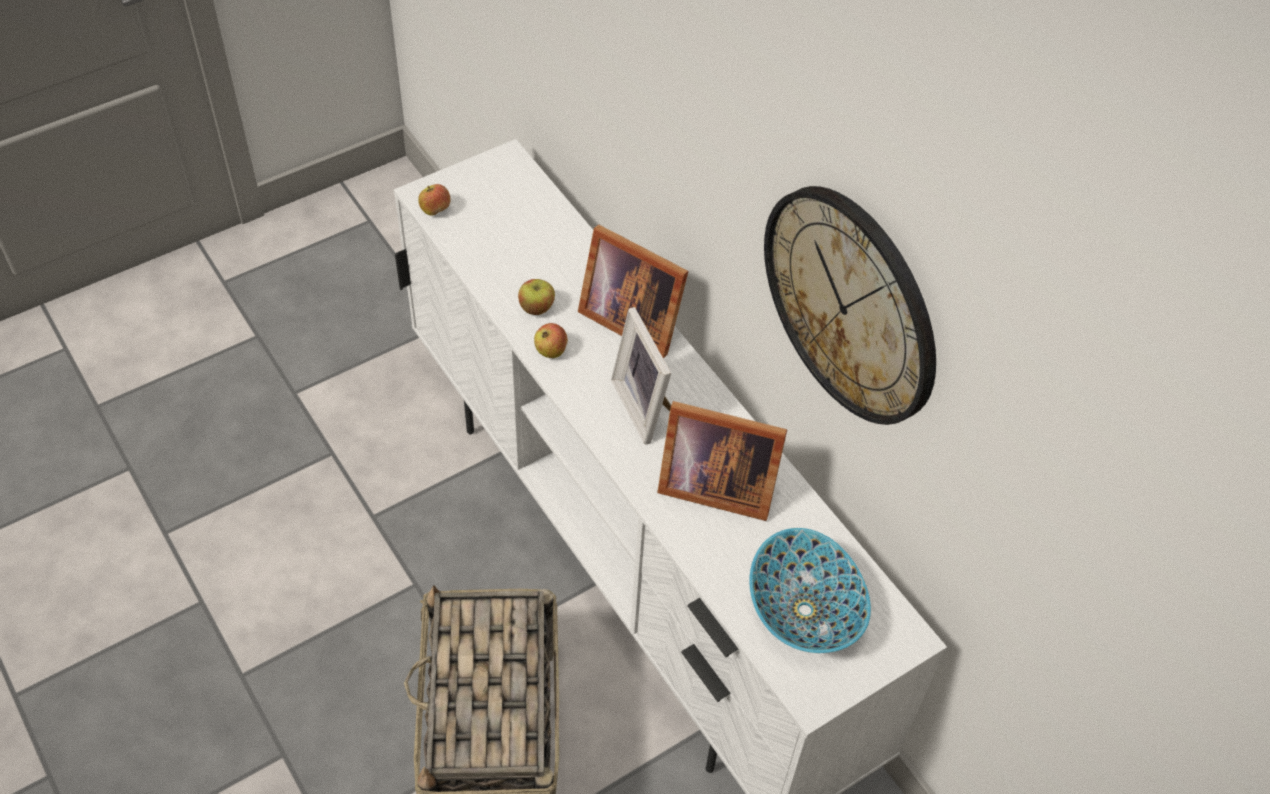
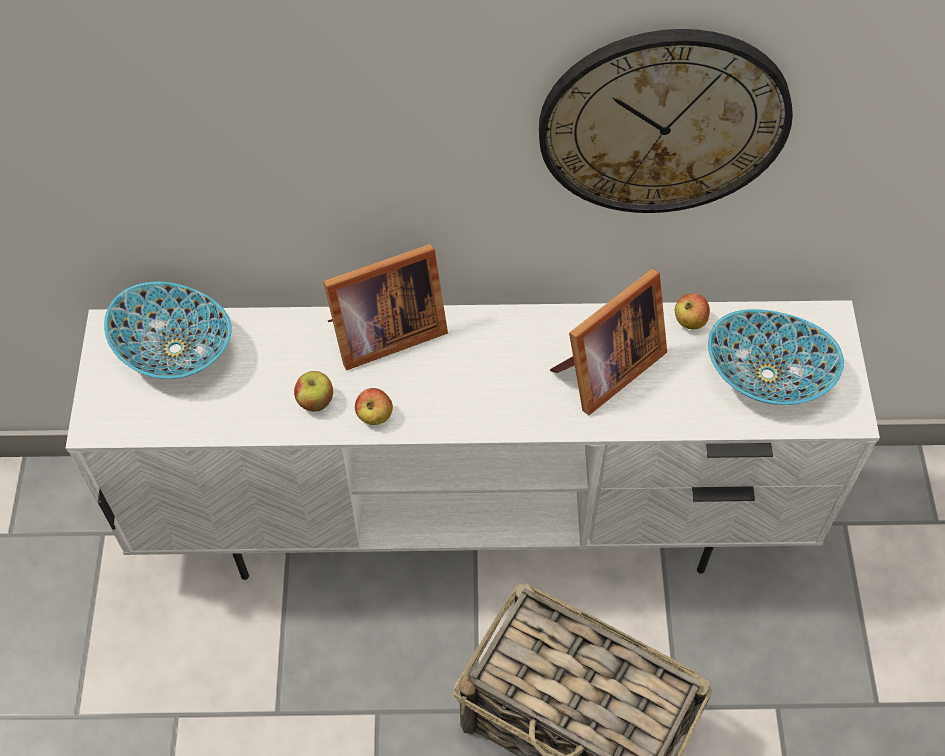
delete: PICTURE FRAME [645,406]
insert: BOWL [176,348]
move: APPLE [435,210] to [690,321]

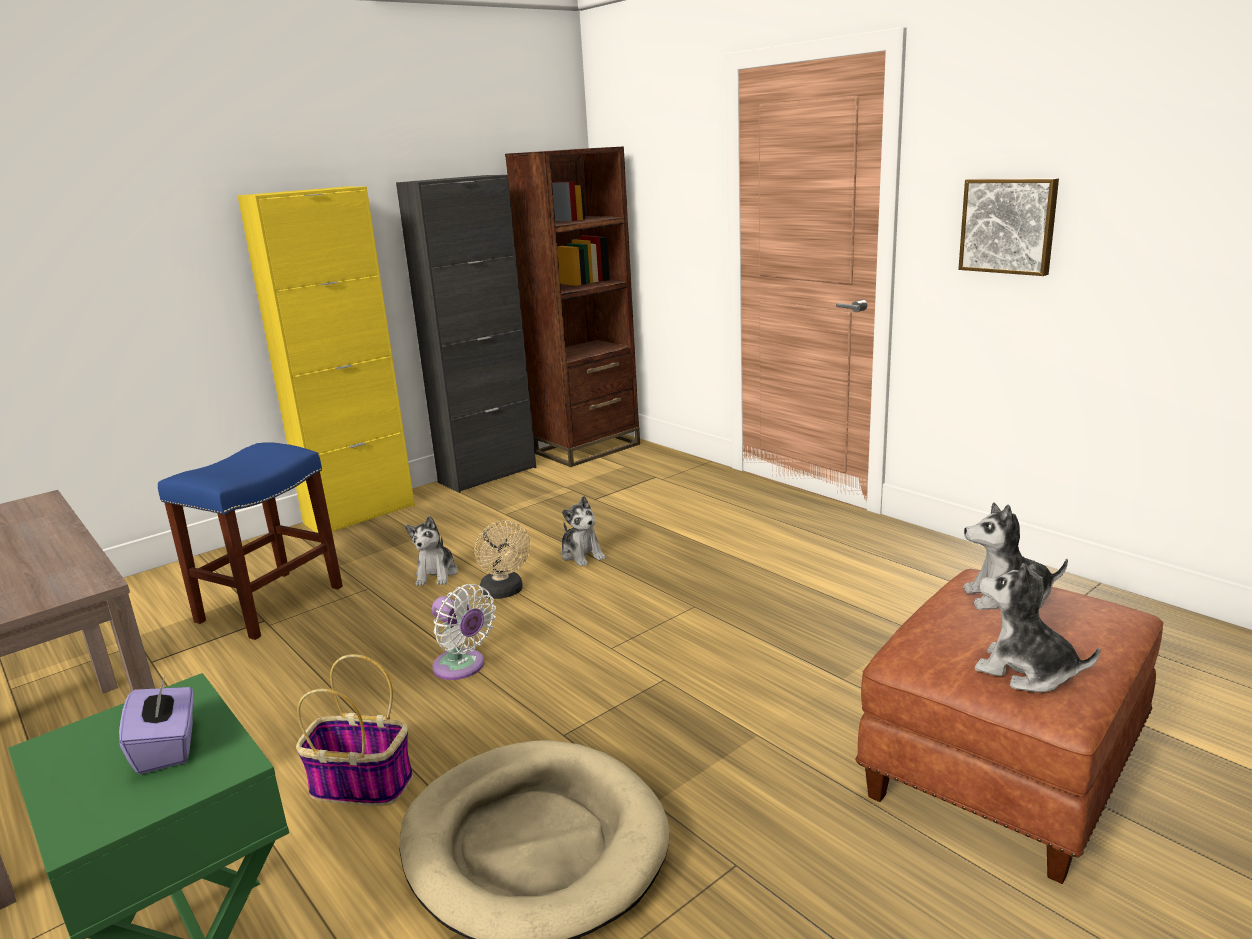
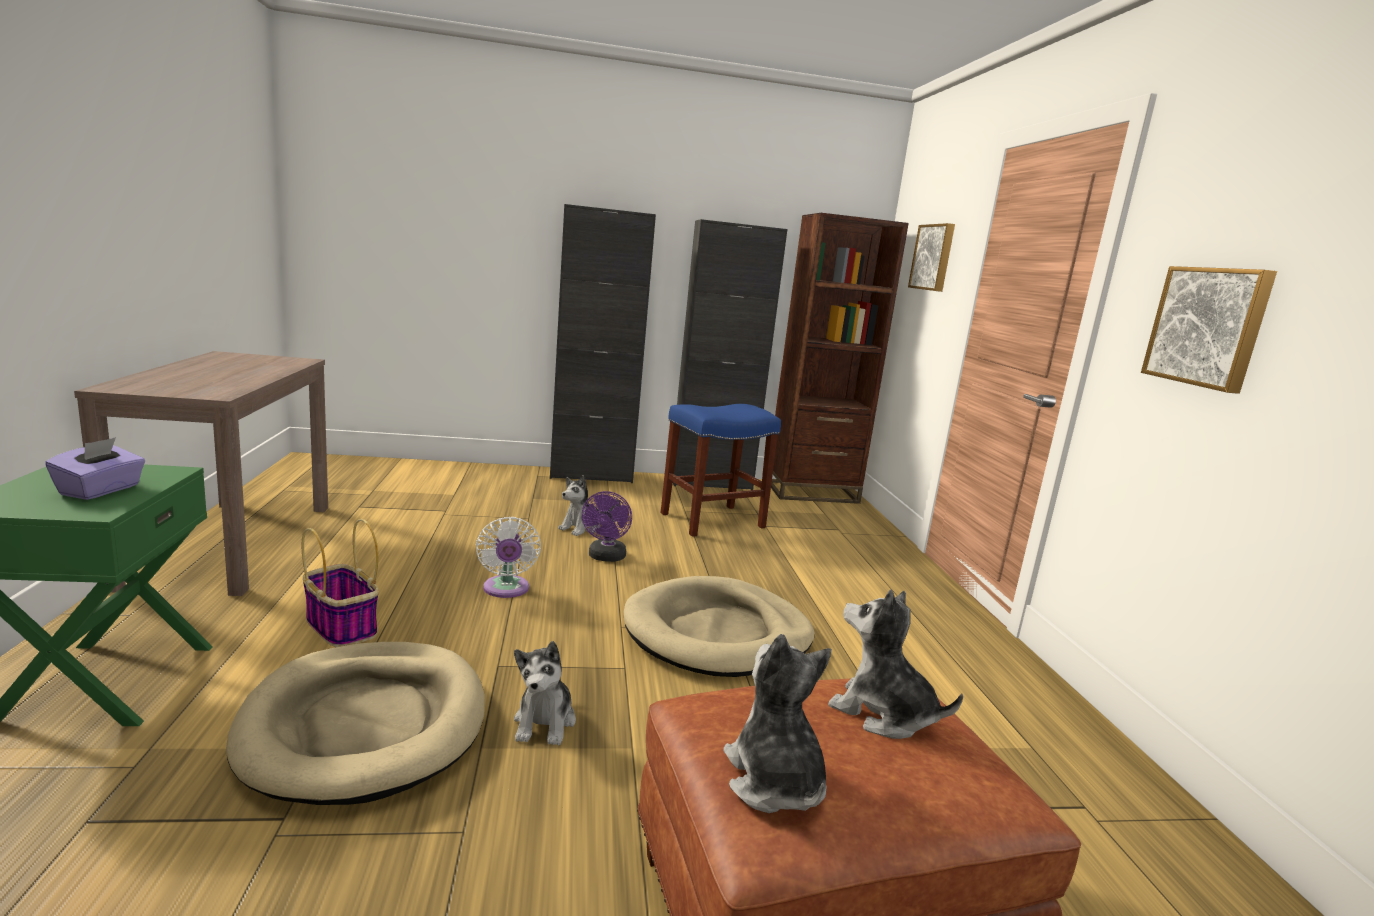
insert: BEIGE DOG BED [717,633]; PICTURE [933,257]
move: BLUE STOOL [271,603] to [713,520]; PLUSH TOY [582,555] to [544,722]
recolor: YELLOW CABINET [359,514] to BLACK CABINET [591,475]; BEIGE FAN [504,592] to PURPLE FAN [606,557]

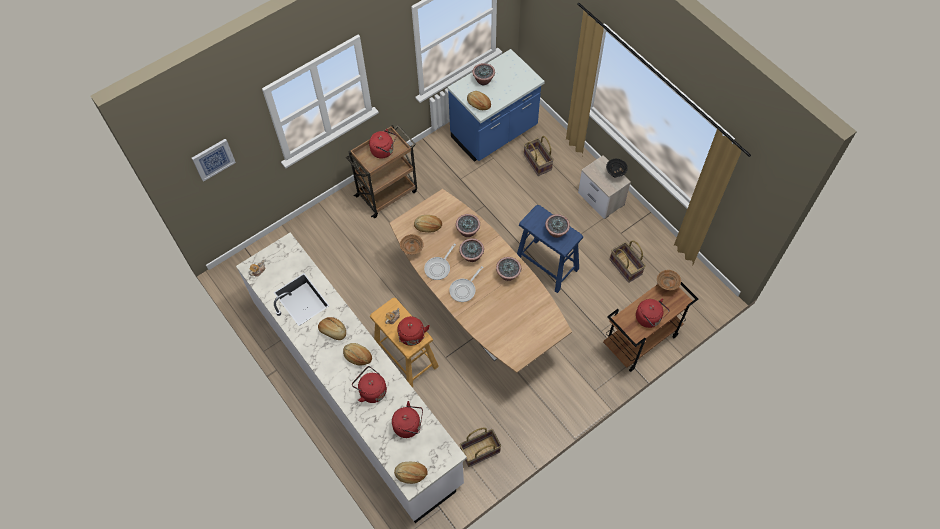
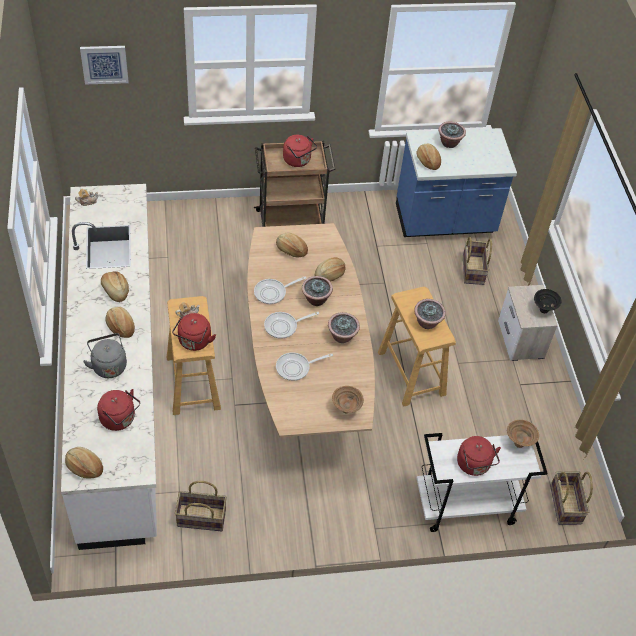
insert: FRYING PAN [296,368]
move: BROWN BOWL [412,251] to [346,409]; BASKET [626,267] to [566,505]
replace: POTTED PLANT [468,231] to BREAD [330,275]
recolor: RED KETTLE [371,390] to GREY KETTLE [108,365]; BLUE STOOL [547,265] to BEIGE STOOL [411,374]; BROWN CART [640,341] to WHITE CART [465,506]

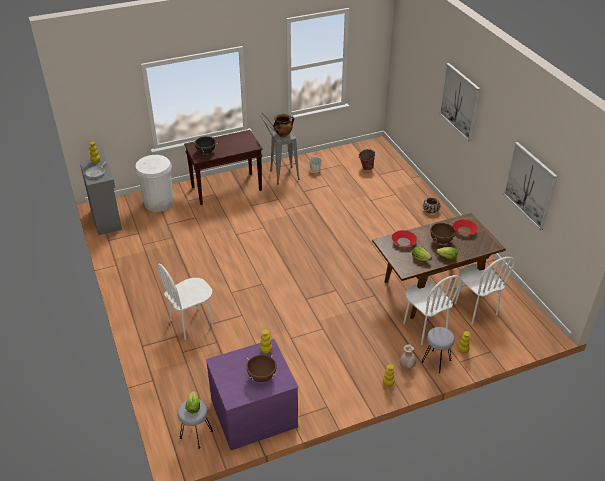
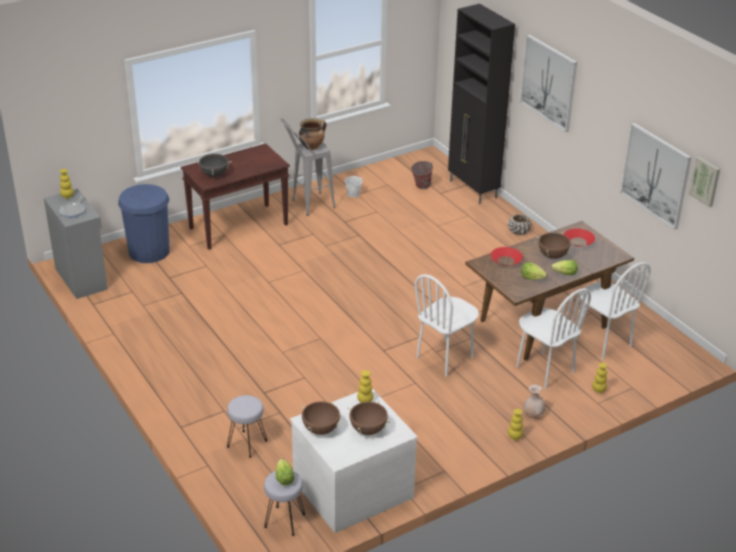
insert: BROWN COOKING POT [321,429]; BLACK CABINET [473,190]; PICTURE [705,181]
move: WHITE CHAIR [191,323] to [445,357]; GREY STOOL [436,361] to [247,444]
recolor: WHITE TRASH CAN [158,202] to BLUE TRASH CAN [149,251]; PURPLE DRESSER [253,412] to WHITE DRESSER [352,487]

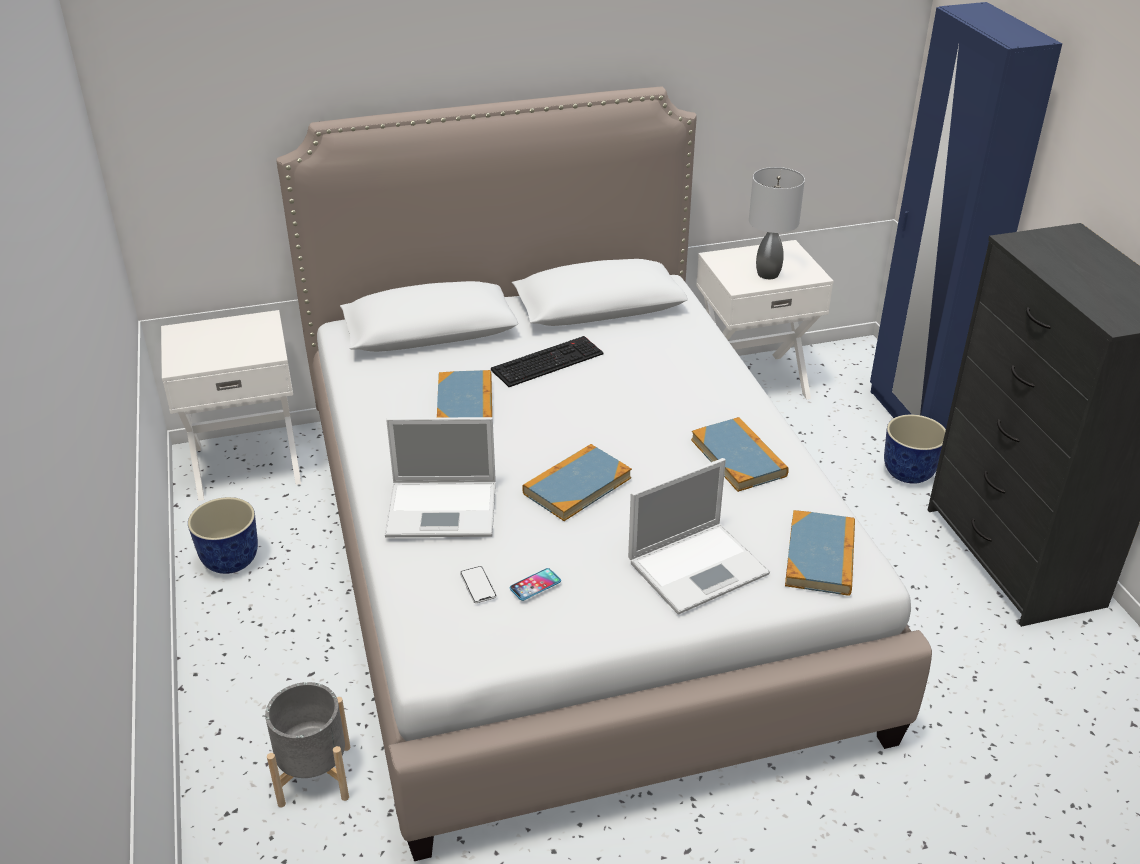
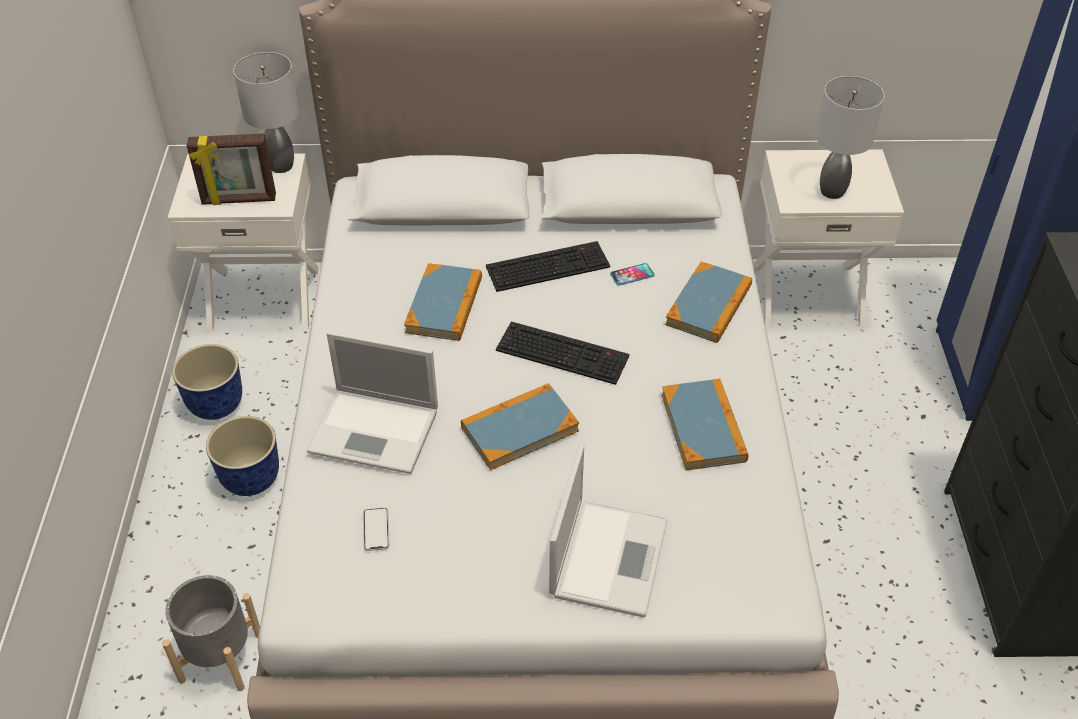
insert: PICTURE FRAME [239,200]; GREY TABLE LAMP [281,165]; KEYBOARD [564,352]
move: PHONE [535,585] to [632,275]; BOOK [820,556] to [709,305]; PLANTER [907,473] to [250,479]
rotate: LAPTOP [700,566] = [609,555] 60 degrees counterclockwise

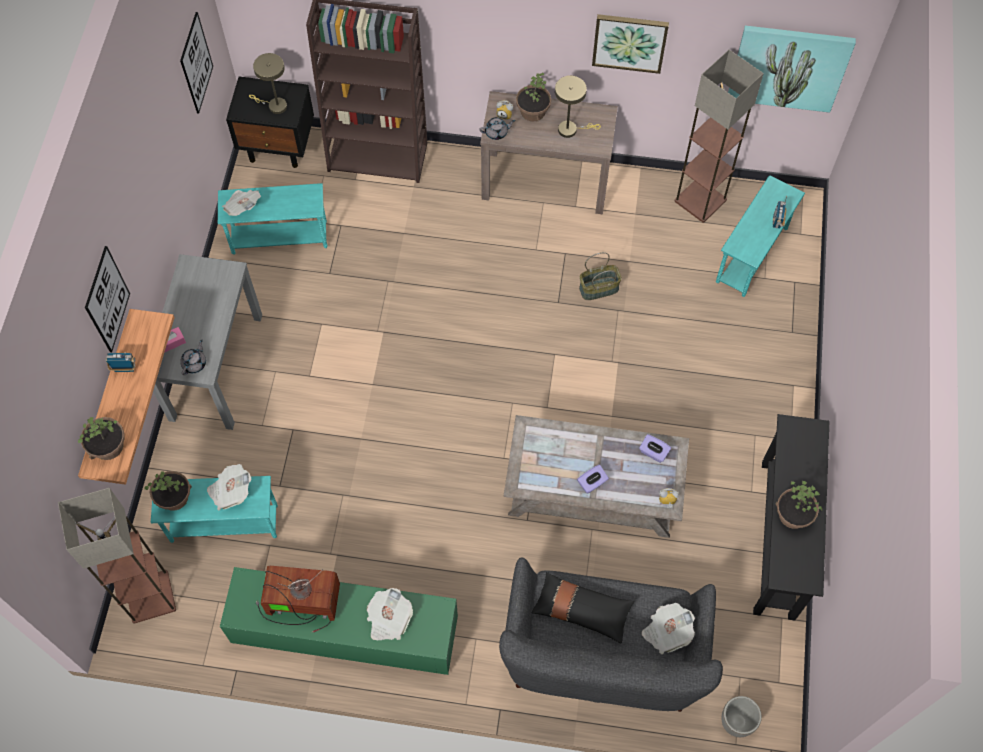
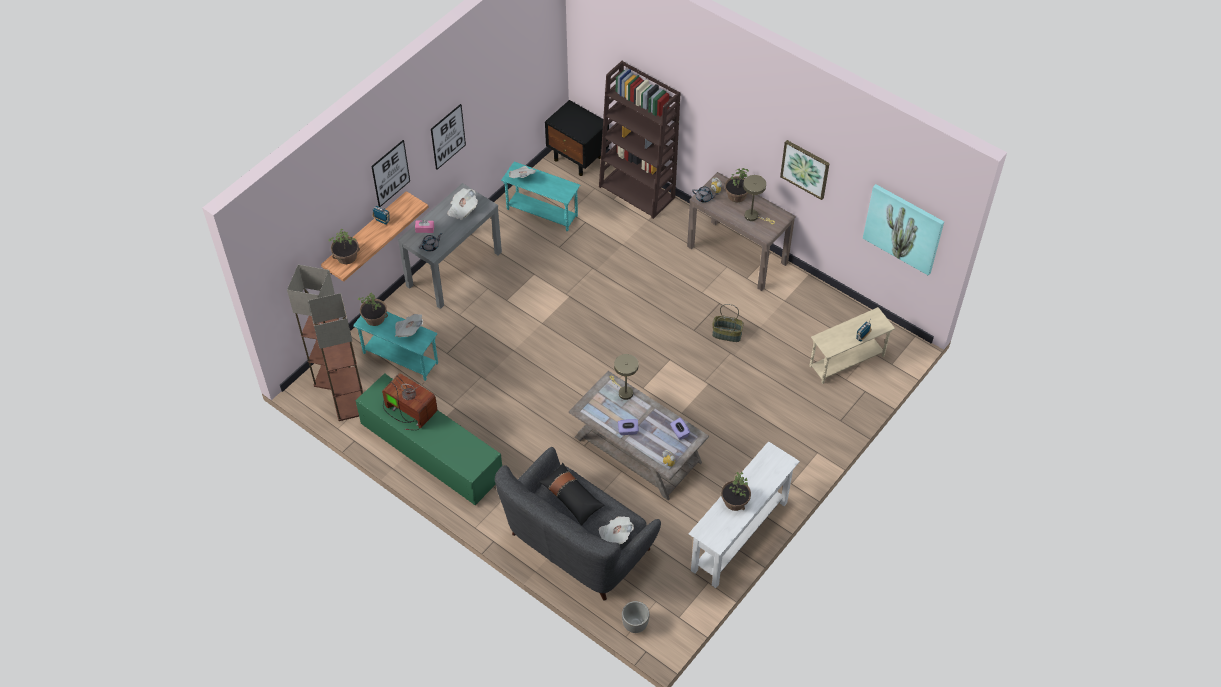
move: PICTURE [196,63] to [448,136]; BEIGE TABLE LAMP [274,106] to [623,392]; NEWSPAPER [388,619] to [462,210]; FLOOR LAMP [701,200] to [351,405]
recolor: TURQUOISE SIDE TABLE [752,256] to BEIGE SIDE TABLE [847,362]; BLACK CONSOLE TABLE [778,539] to WHITE CONSOLE TABLE [740,536]

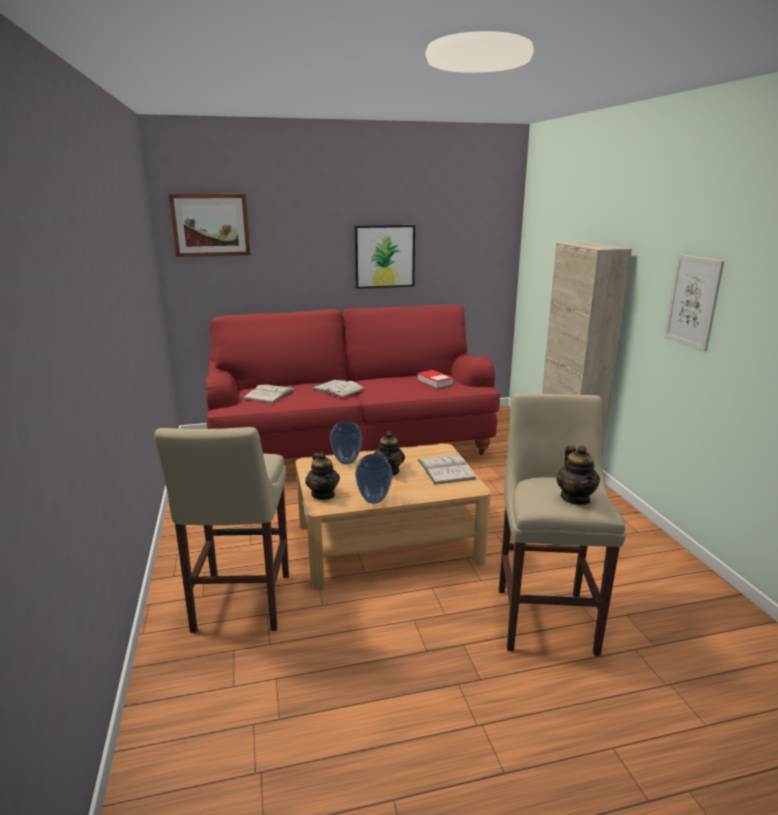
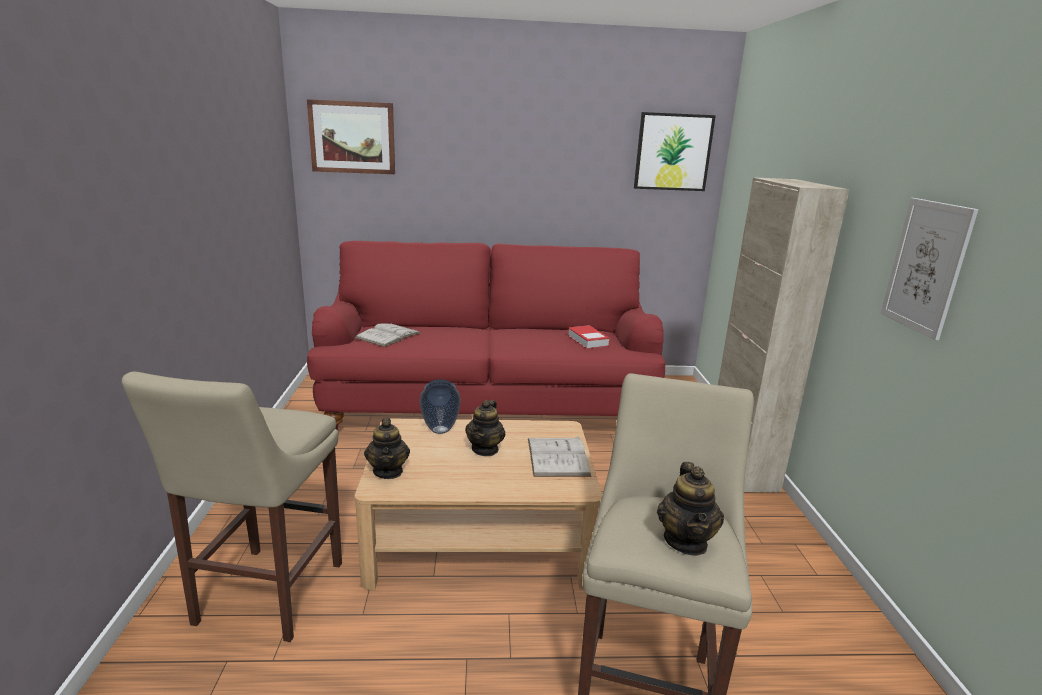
delete: WHITE BOOK [337,389]; VASE [374,500]
move: PICTURE [384,256] to [673,152]

